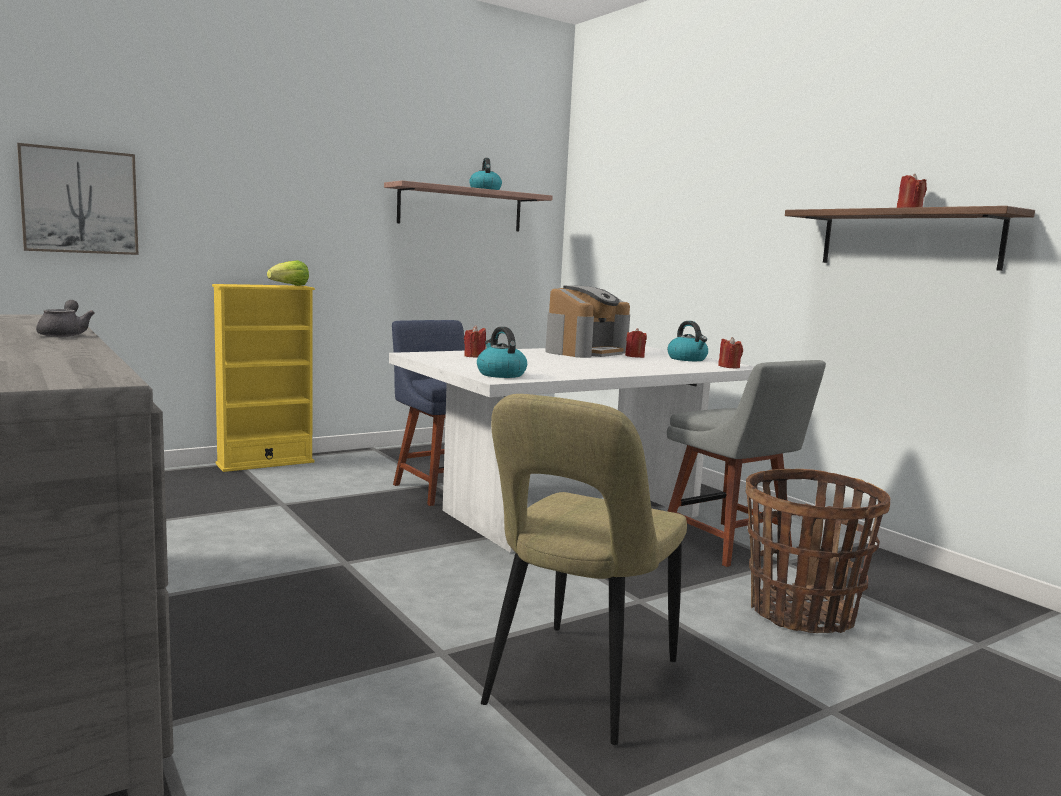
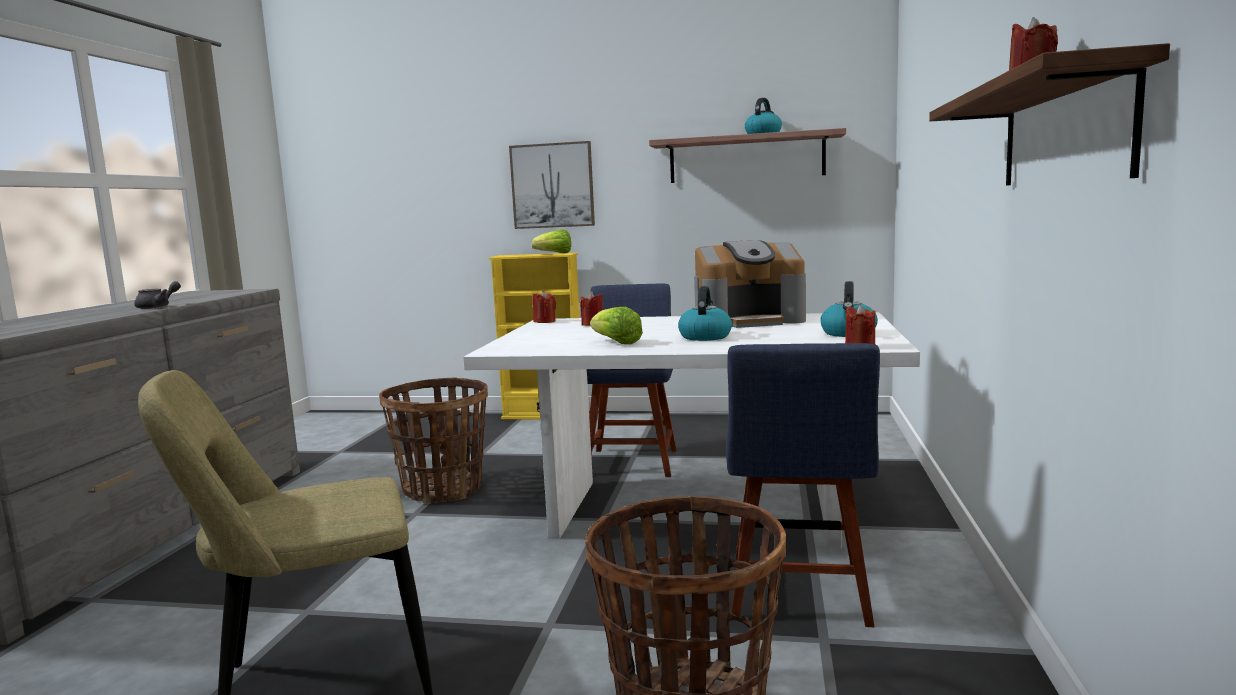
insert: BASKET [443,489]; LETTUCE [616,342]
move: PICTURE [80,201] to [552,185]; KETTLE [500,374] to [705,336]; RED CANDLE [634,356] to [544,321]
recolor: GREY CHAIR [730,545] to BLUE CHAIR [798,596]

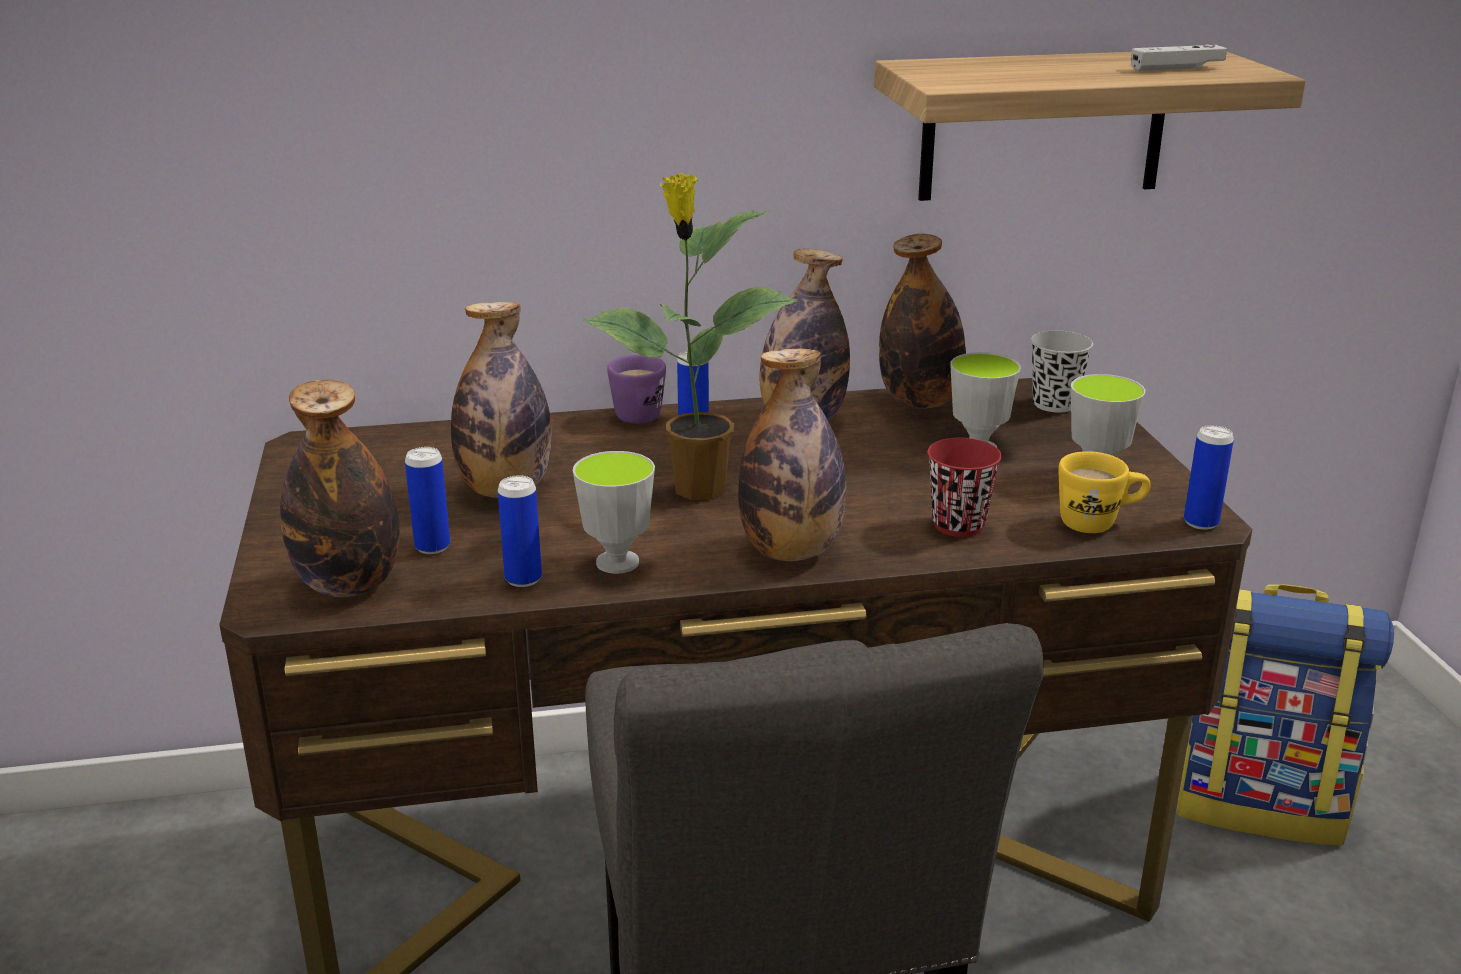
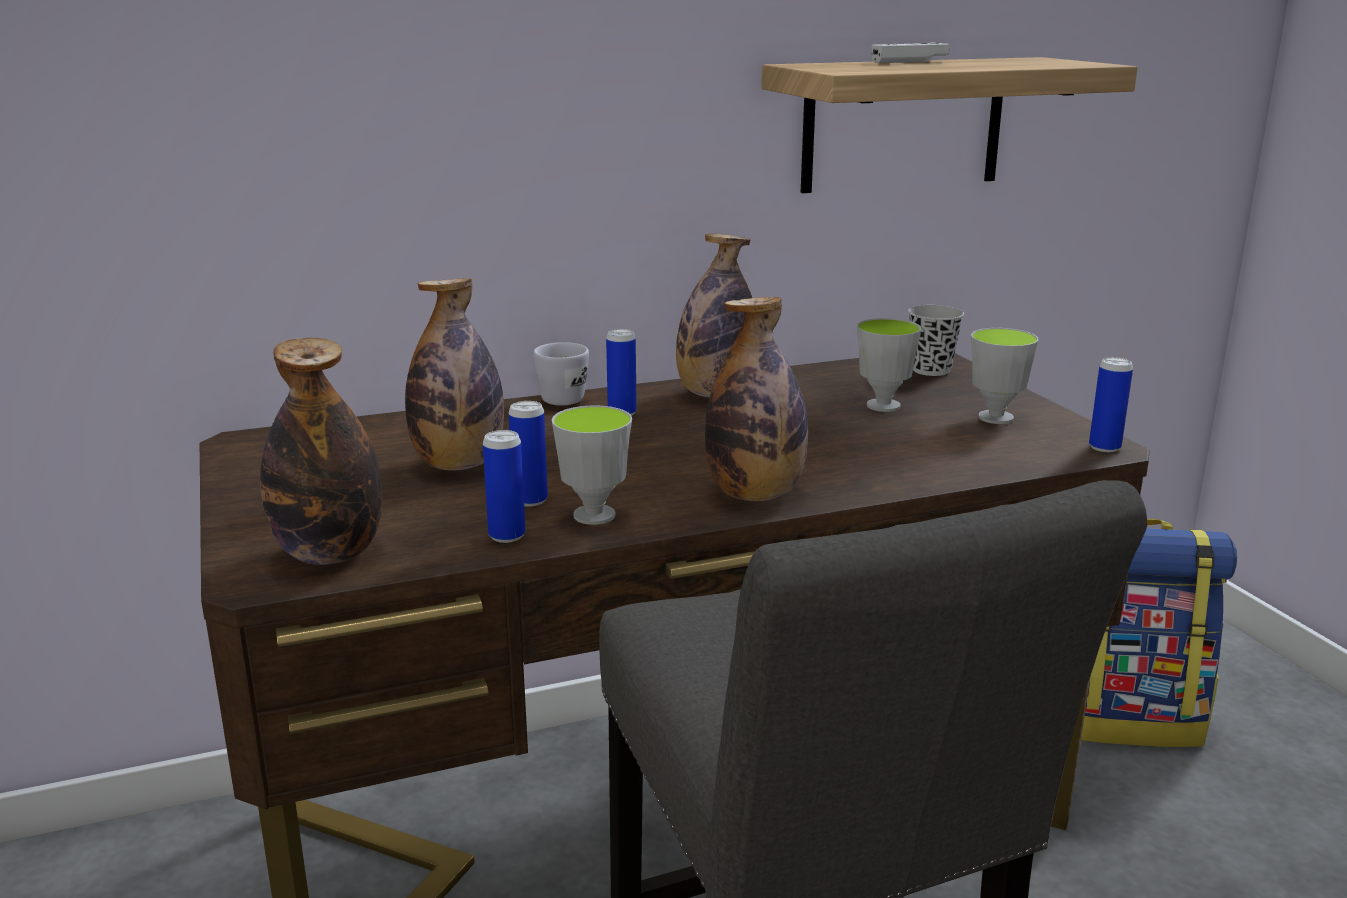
delete: POTTED PLANT [697,490]; BOTTLE [920,402]; RED CUP [958,525]; YELLOW MUG [1099,523]
move: CAN [432,547] to [530,500]; WHITE GAME CONTROLLER [1176,68] to [909,62]
recolor: PURPLE MUG [640,412] to WHITE MUG [563,397]

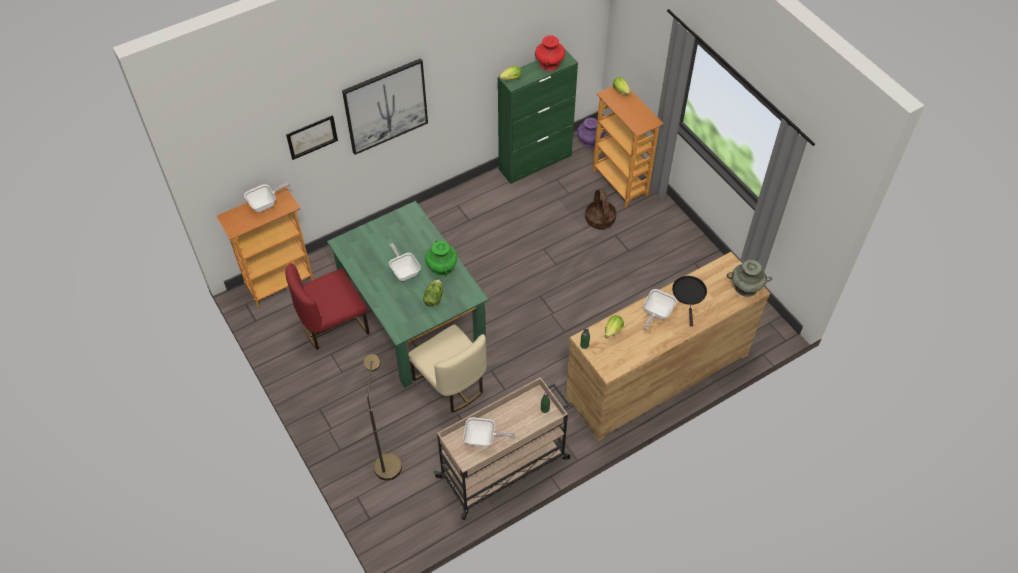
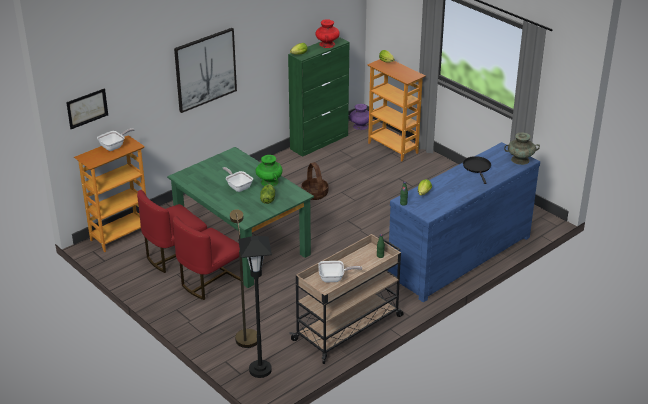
delete: BEIGE CHAIR [451,384]; FRYING PAN [656,313]
insert: RED CHAIR [210,282]; BLACK FLOOR LAMP [260,370]
move: PICTURE [312,137] to [87,108]; BASKET [600,219] to [315,194]
recolor: BROWN DRESSER [656,375] to BLUE DRESSER [459,257]

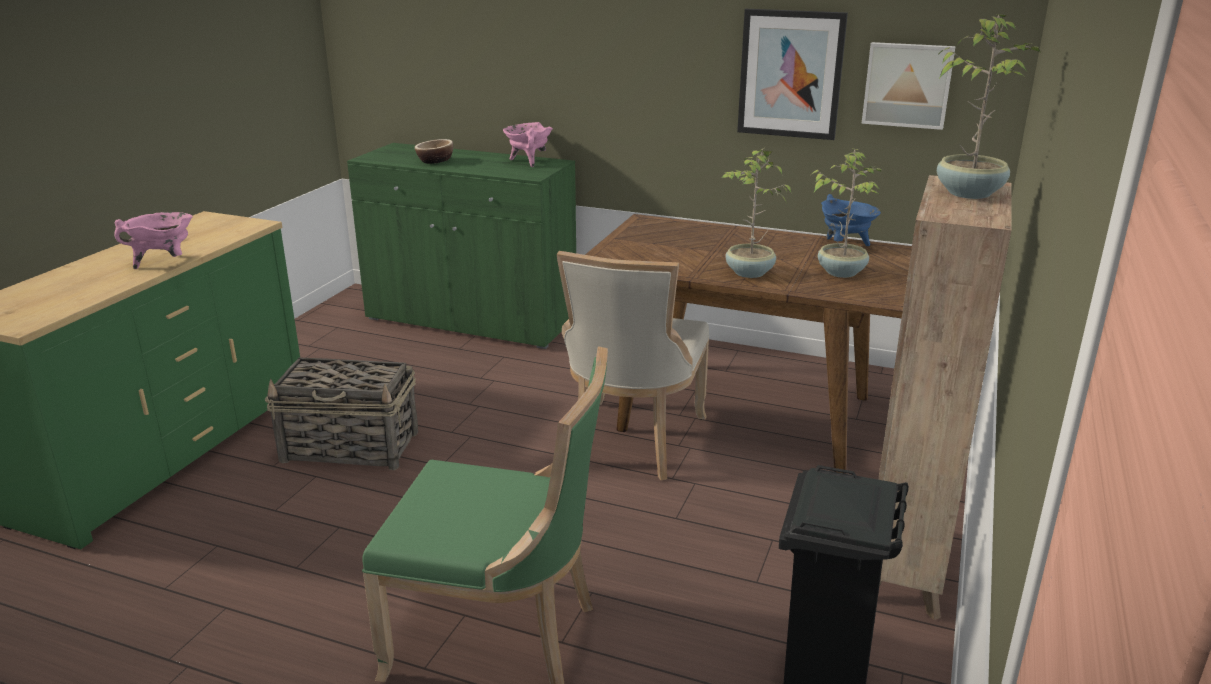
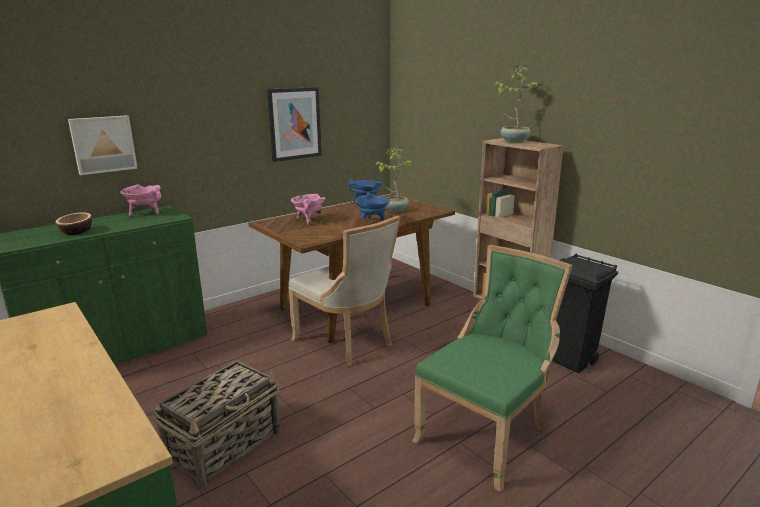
move: PINK COOKING POT [164,263] to [308,220]; PICTURE [907,85] to [103,144]
replace: POTTED PLANT [749,273] to BLUE COOKING POT [372,222]

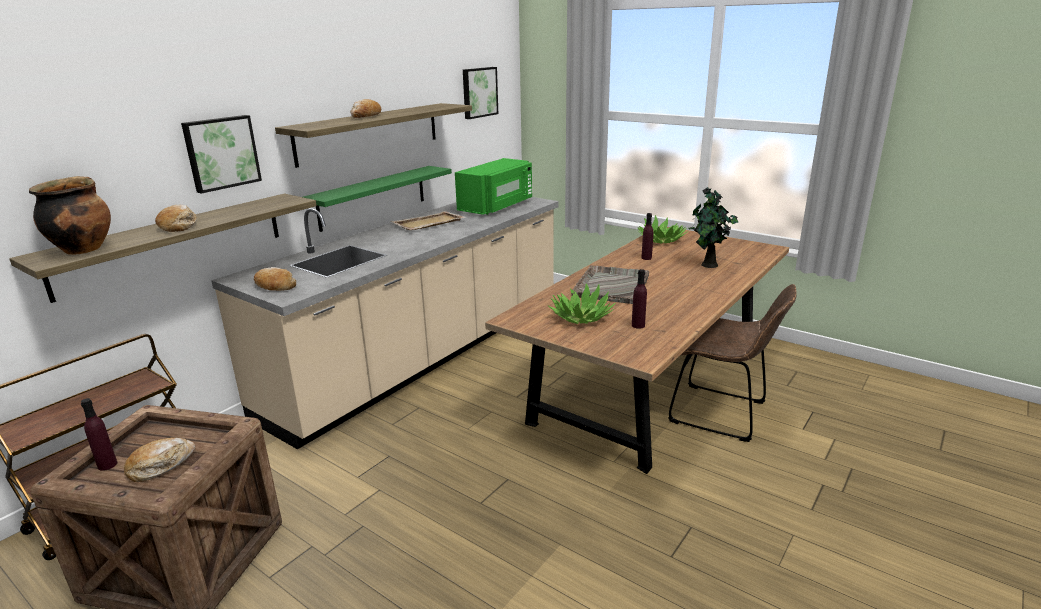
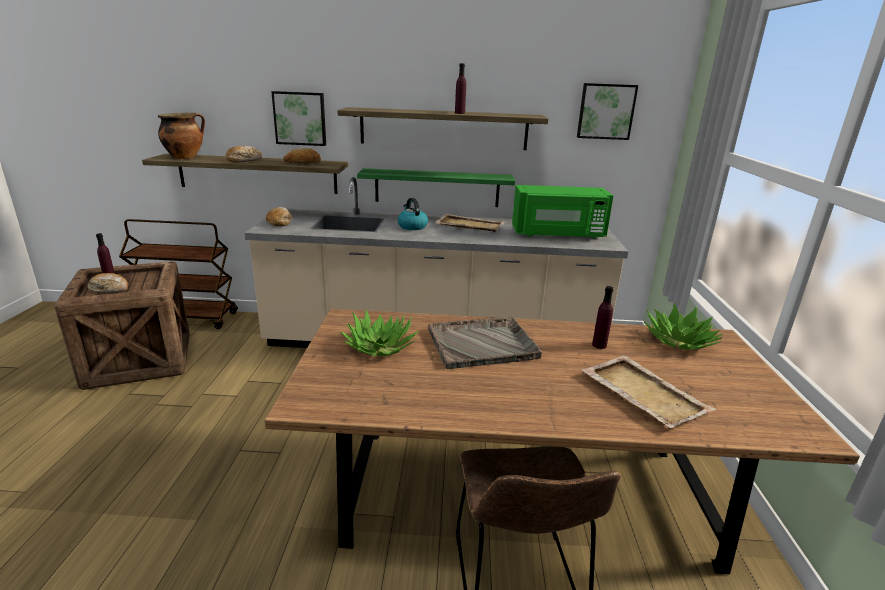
insert: KETTLE [412,226]
move: BREAD [366,116] to [303,162]; PURPLE BOTTLE [638,325] to [459,113]
replace: POTTED PLANT [708,265] to BEIGE TRAY [643,392]

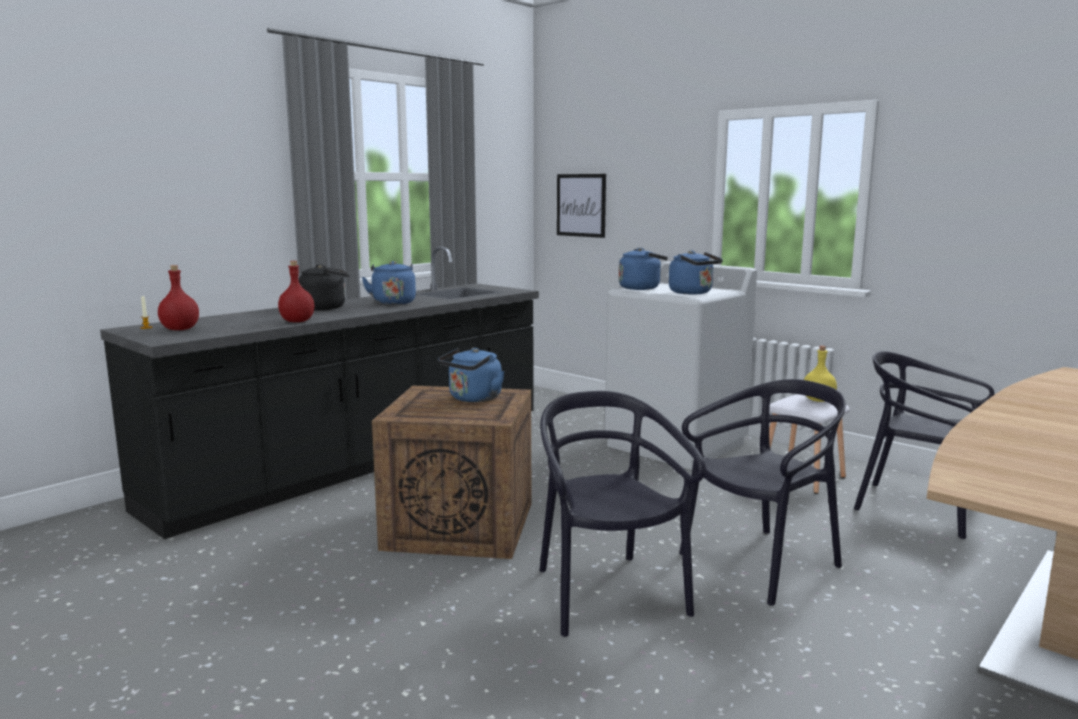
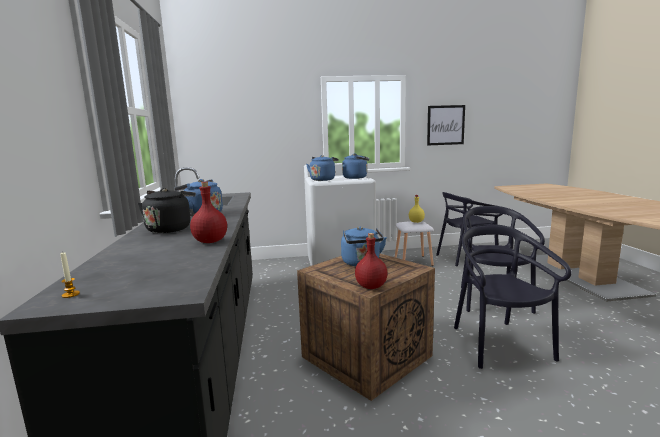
move: RED BOTTLE [180,329] to [371,286]; PICTURE [581,205] to [445,125]
rotate: BLACK CHAIR [607,594] = [499,344] 60 degrees clockwise

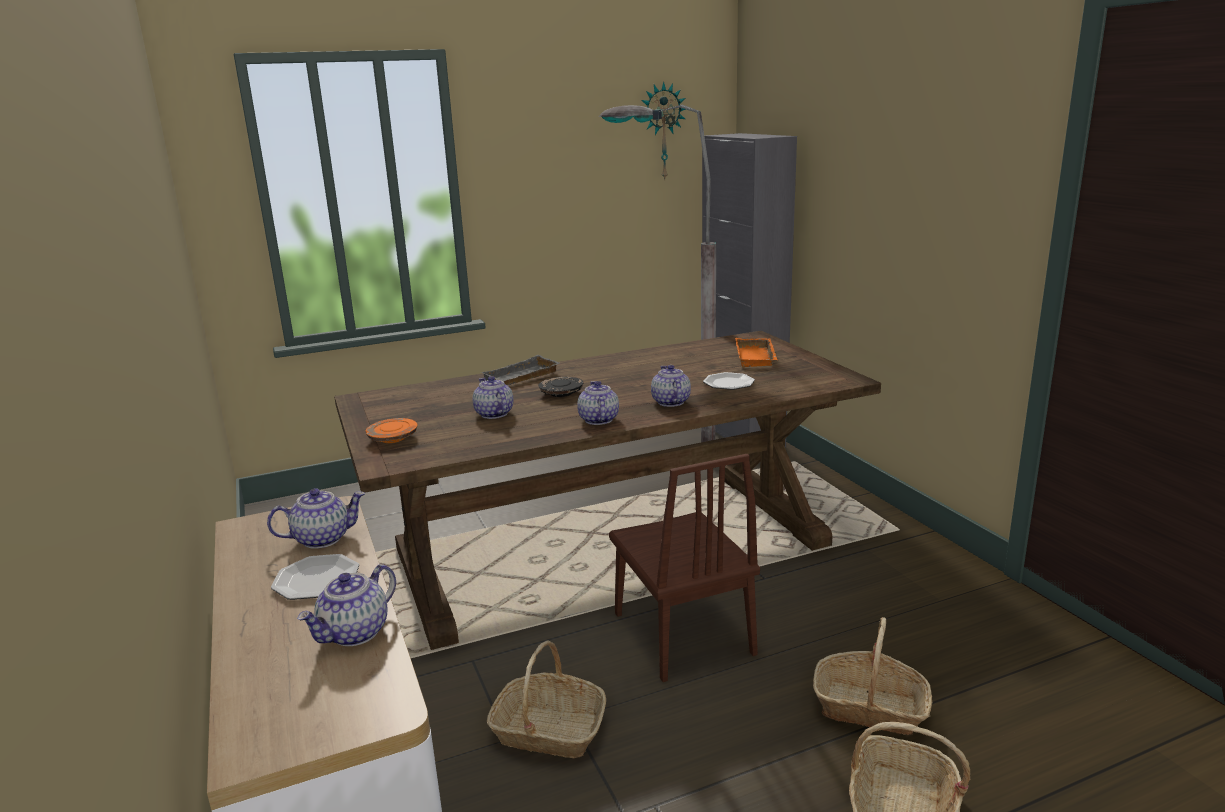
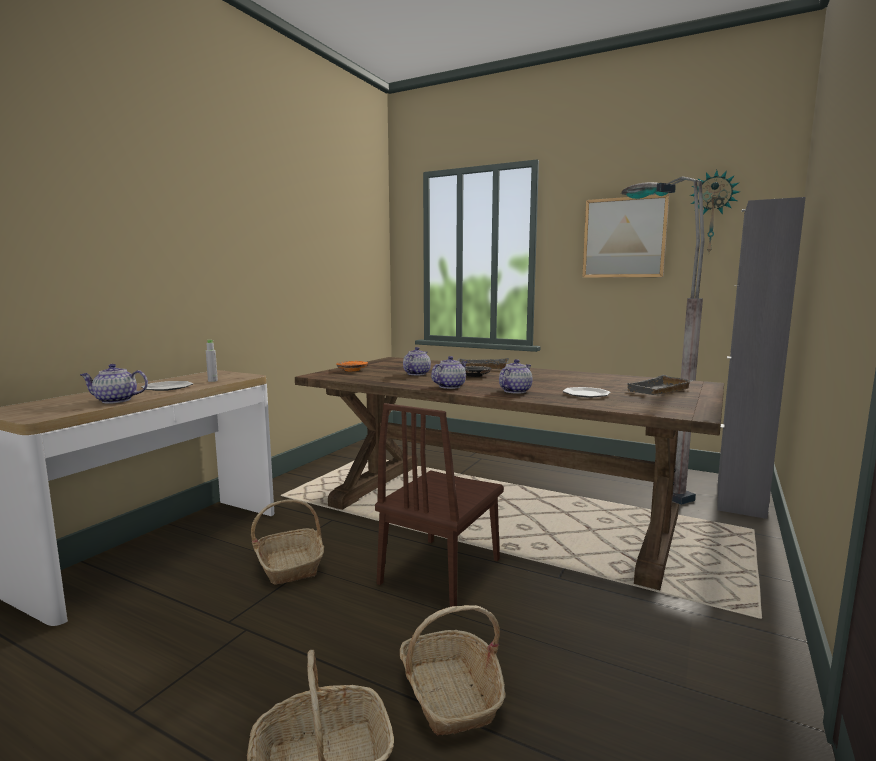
insert: PICTURE [624,238]
replace: TEAPOT [322,538] to GREY BOTTLE [212,381]
recolor: ORANGE TRAY [757,358] to GREY TRAY [660,391]

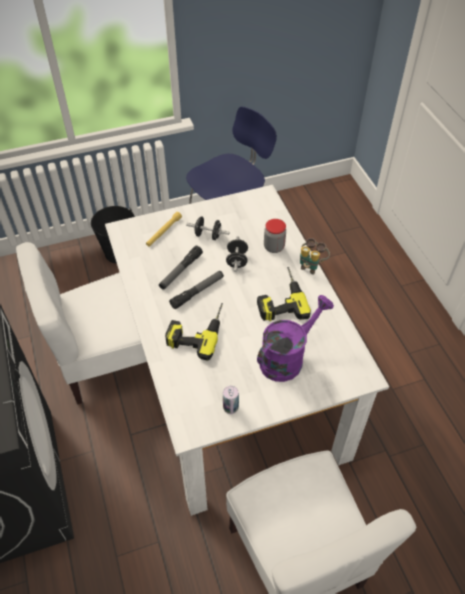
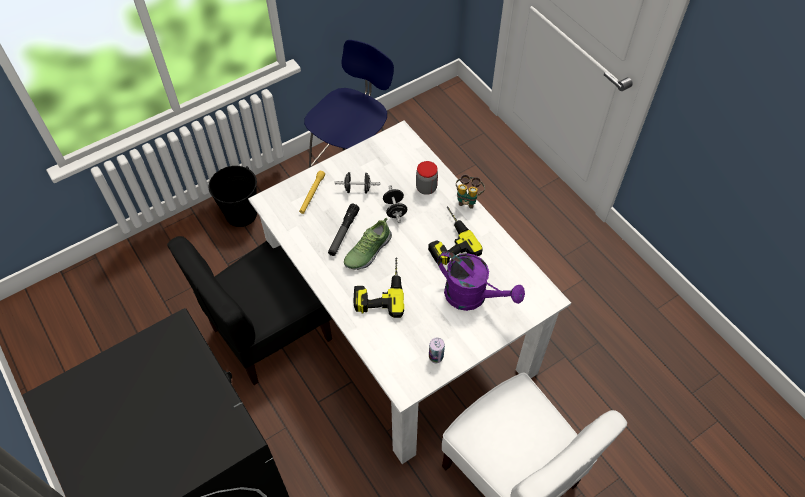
replace: FLASHLIGHT [197,292] to SHOE [367,251]
recolor: WHITE CHAIR [109,360] to BLACK CHAIR [270,333]
rotate: PURPLE WATERING CAN [287,357] = [472,297] 90 degrees clockwise

